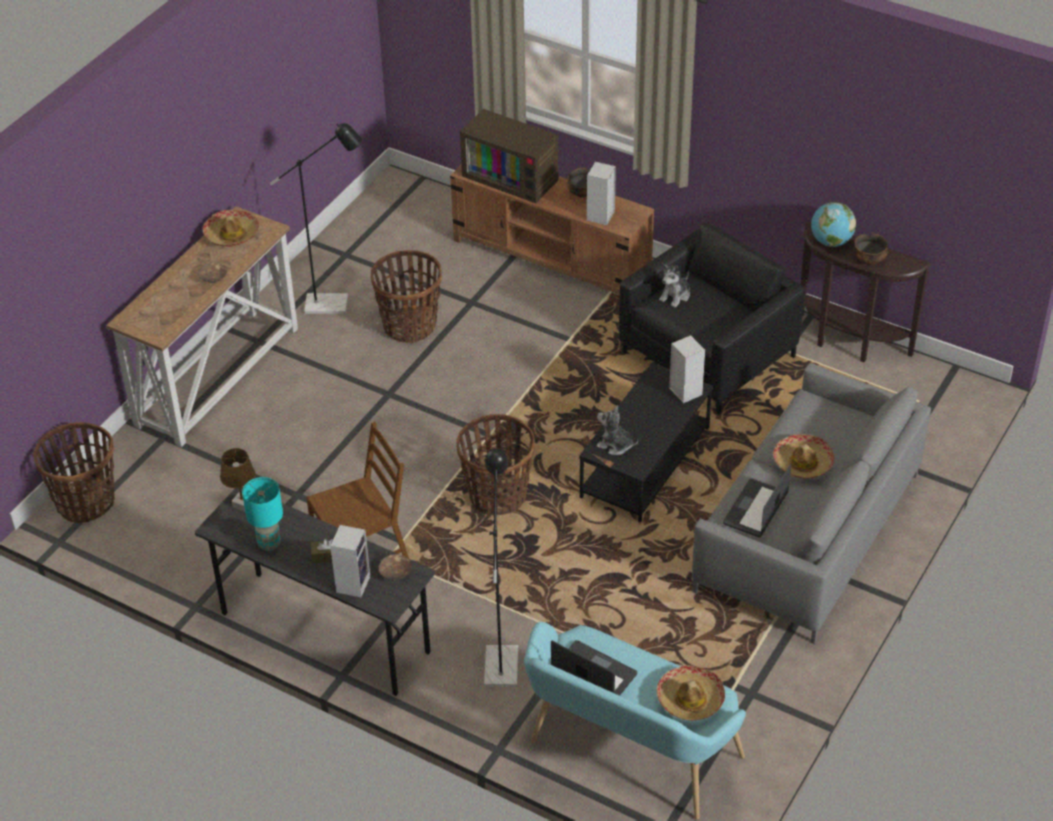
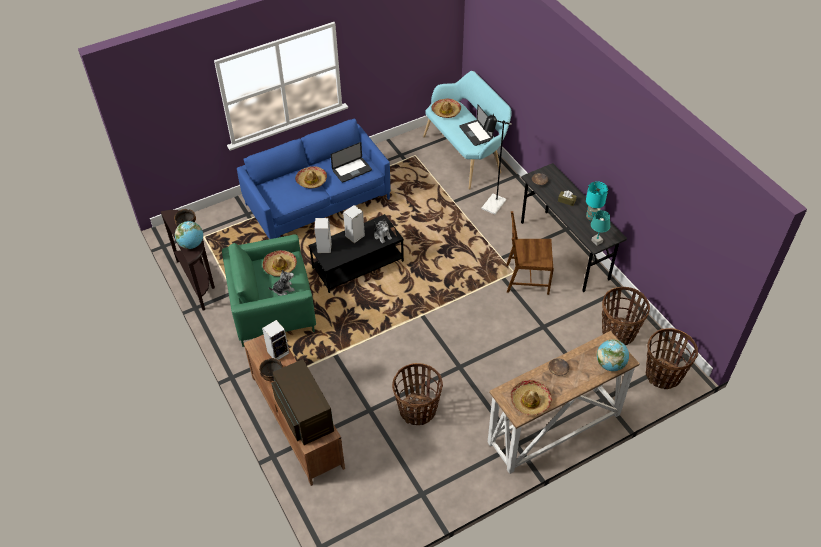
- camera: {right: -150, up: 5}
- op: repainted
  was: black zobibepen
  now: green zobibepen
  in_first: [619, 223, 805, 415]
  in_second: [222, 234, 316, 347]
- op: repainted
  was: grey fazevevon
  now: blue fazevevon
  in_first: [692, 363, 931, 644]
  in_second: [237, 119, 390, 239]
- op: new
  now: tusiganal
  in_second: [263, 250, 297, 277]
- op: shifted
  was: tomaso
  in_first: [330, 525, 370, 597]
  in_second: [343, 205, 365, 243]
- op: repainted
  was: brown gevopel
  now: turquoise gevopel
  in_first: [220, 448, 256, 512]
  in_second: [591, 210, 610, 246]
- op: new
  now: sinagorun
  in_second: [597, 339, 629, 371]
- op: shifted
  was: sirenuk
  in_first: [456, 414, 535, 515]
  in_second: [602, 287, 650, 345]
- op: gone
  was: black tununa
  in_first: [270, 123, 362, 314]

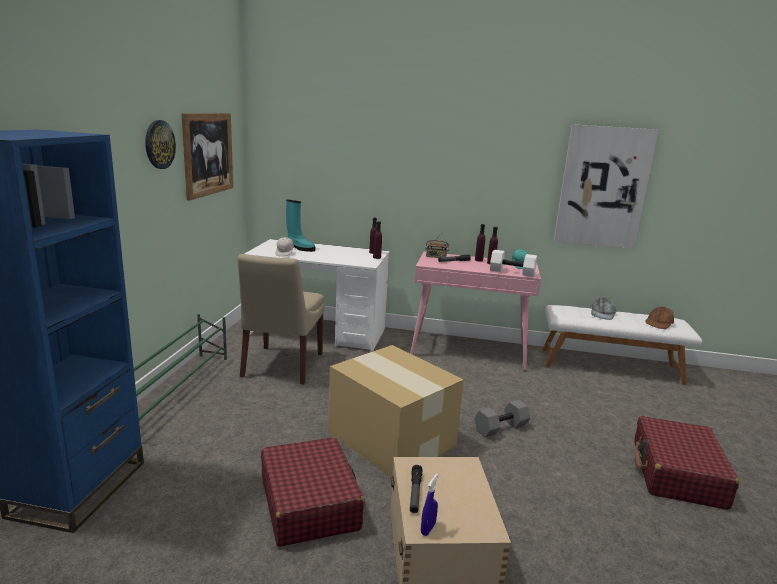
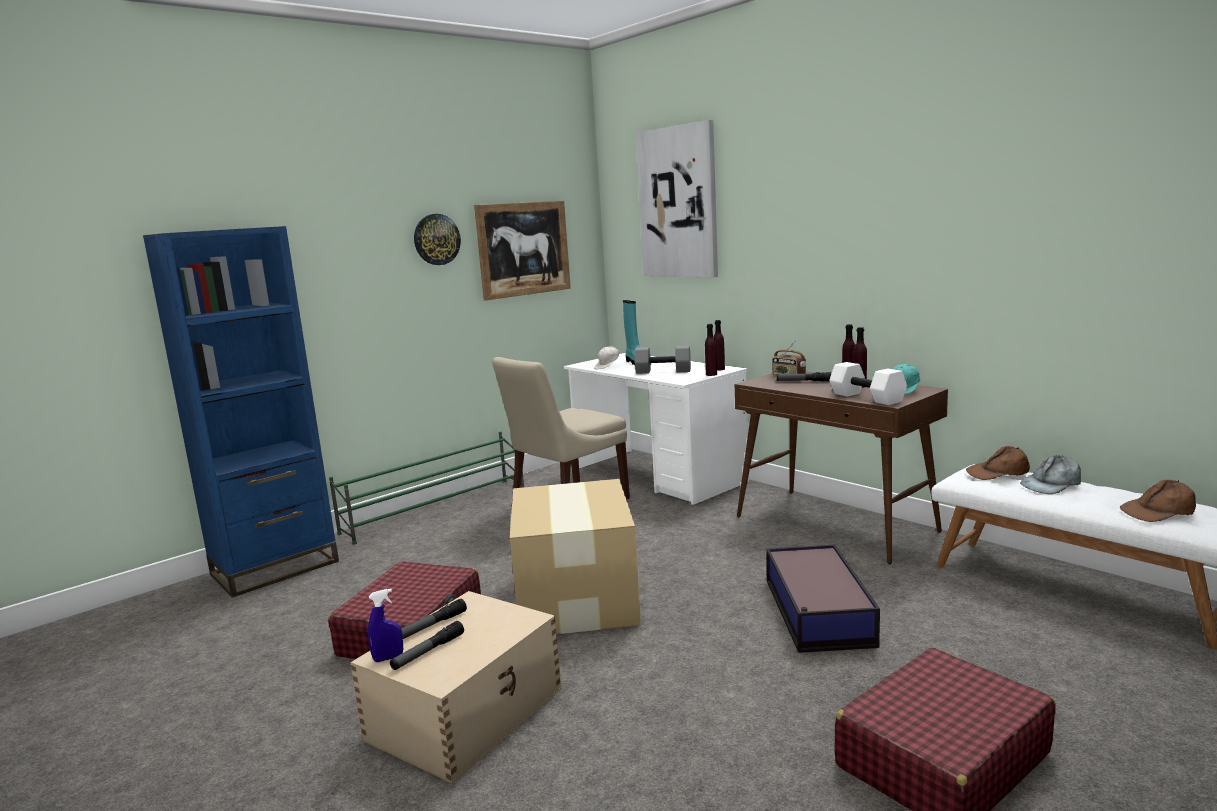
- camera: {right: 40, up: -5}
- op: new
  now: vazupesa
  in_second: [390, 621, 464, 670]
- op: shifted
  was: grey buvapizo
  in_first: [474, 400, 530, 438]
  in_second: [635, 345, 691, 374]
- op: shifted
  was: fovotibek
  in_first: [554, 124, 659, 249]
  in_second: [636, 120, 718, 277]
- op: repainted
  was: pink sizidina
  now: brown sizidina
  in_first: [410, 252, 541, 371]
  in_second: [734, 371, 948, 564]
- op: new
  now: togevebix
  in_second: [766, 544, 880, 653]
- op: new
  now: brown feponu
  in_second: [966, 446, 1030, 480]

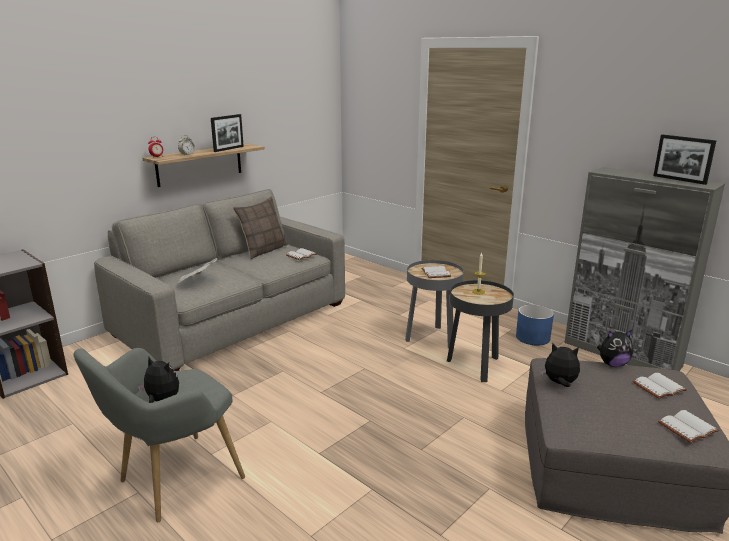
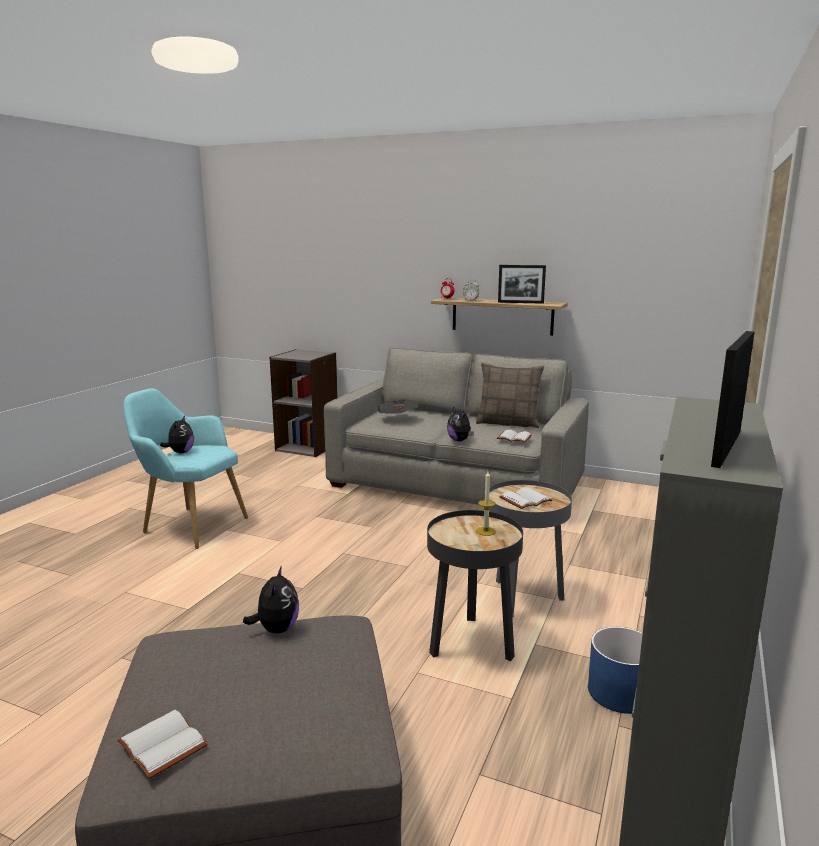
- camera: {right: 70, up: -5}
- op: repainted
  was: grey zobibepen
  now: turquoise zobibepen
  in_first: [74, 348, 245, 522]
  in_second: [123, 388, 248, 549]
- op: shifted
  was: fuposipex
  in_first: [597, 330, 633, 367]
  in_second: [447, 406, 474, 441]
- op: gone
  was: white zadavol
  in_first: [633, 373, 687, 399]

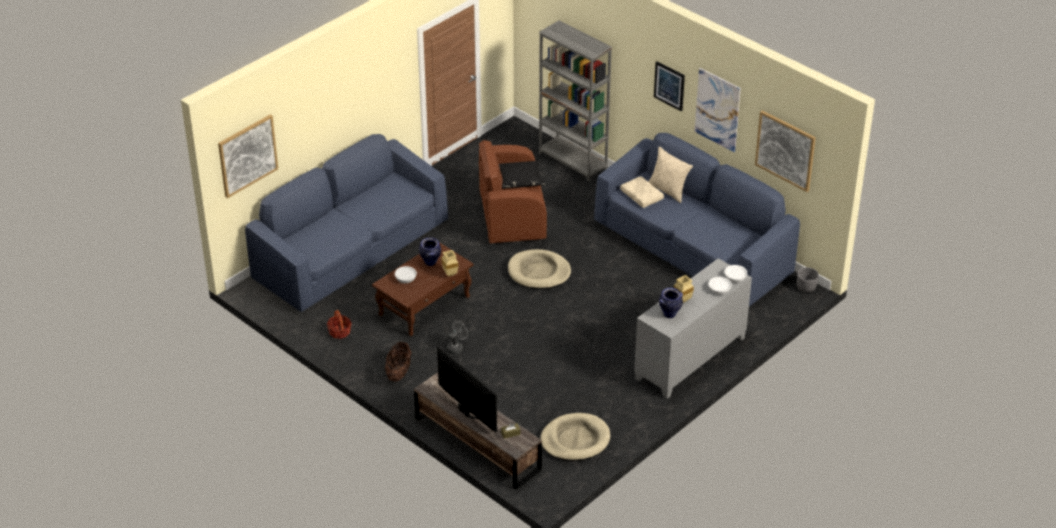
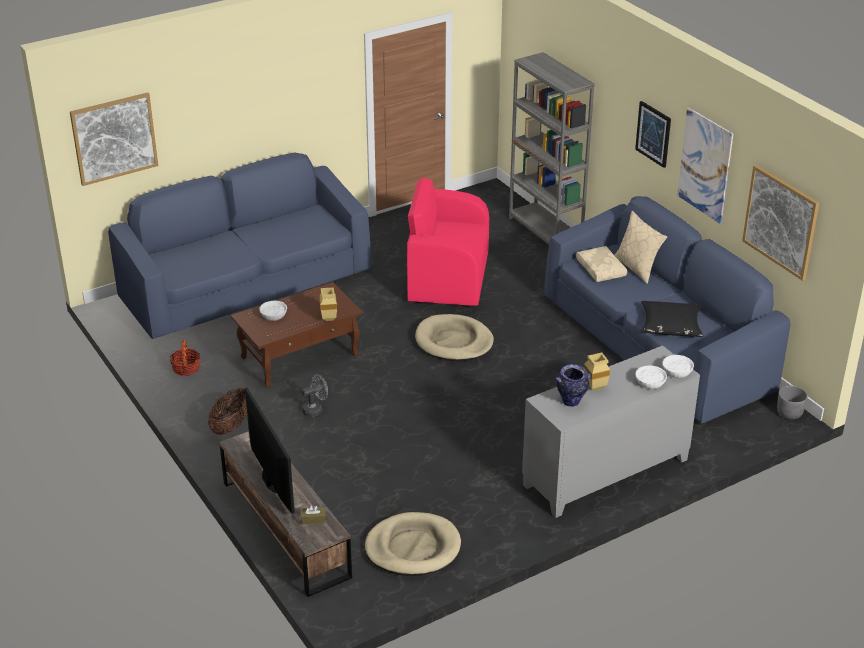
- camera: {right: 15, up: -5}
- op: repainted
  was: brown zobibepen
  now: pink zobibepen
  in_first: [478, 140, 547, 244]
  in_second: [407, 177, 489, 307]
- op: shifted
  was: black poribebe
  in_first: [499, 160, 546, 189]
  in_second: [641, 301, 703, 337]
- op: gone
  was: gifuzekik
  in_first: [419, 237, 441, 266]

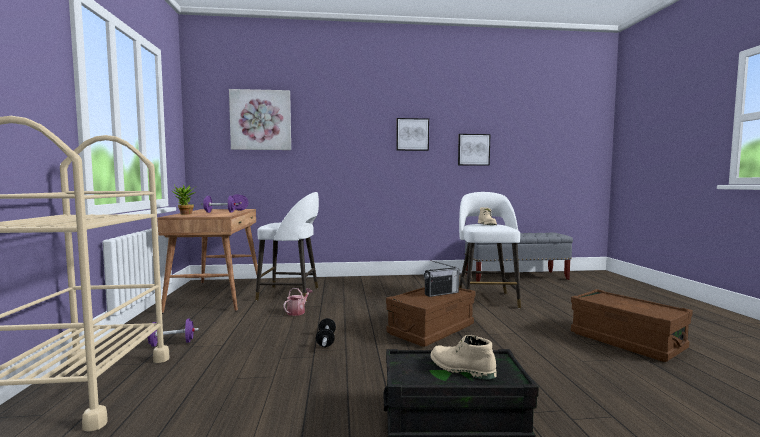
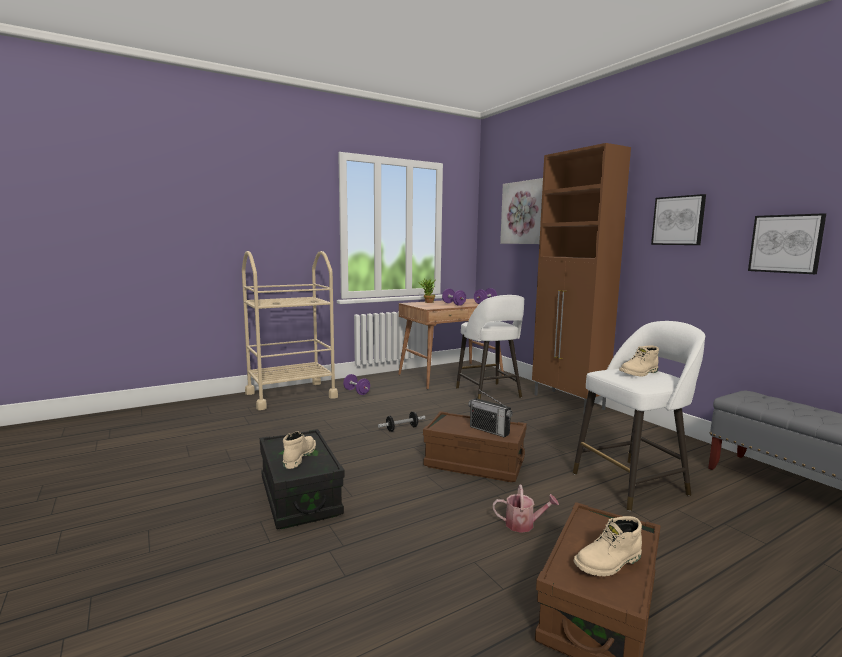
- camera: {right: 65, up: 5}
- op: shifted
  was: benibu
  in_first: [283, 288, 313, 316]
  in_second: [493, 485, 559, 533]
- op: new
  now: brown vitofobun
  in_second: [532, 143, 631, 414]
- op: new
  now: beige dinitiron
  in_second: [574, 516, 642, 576]

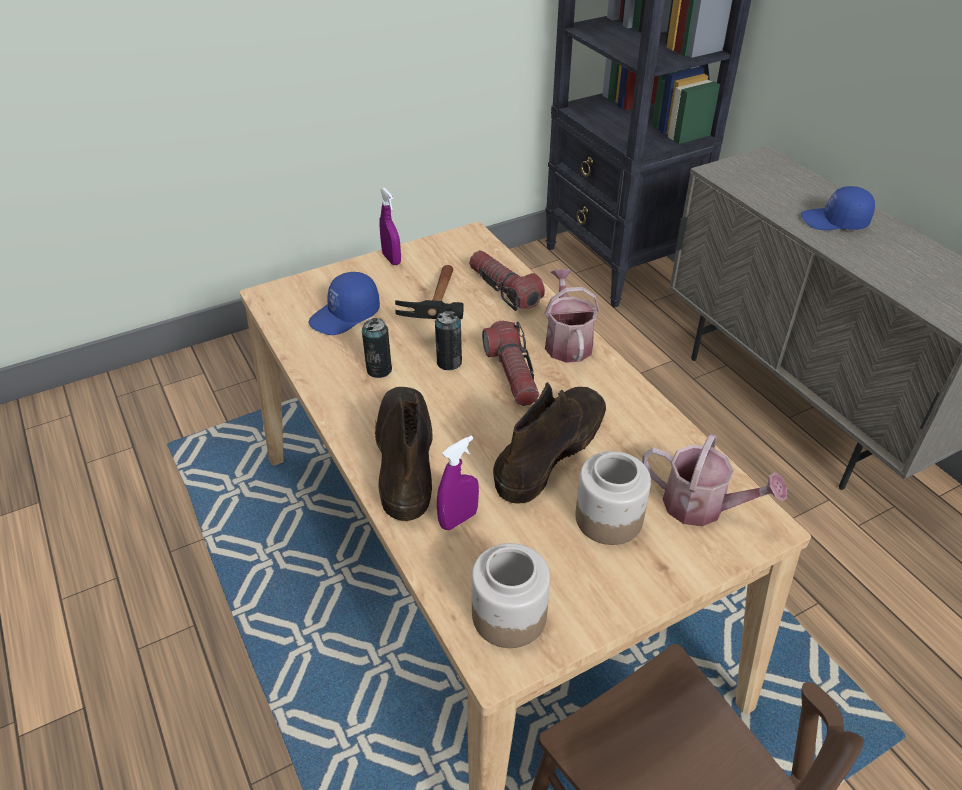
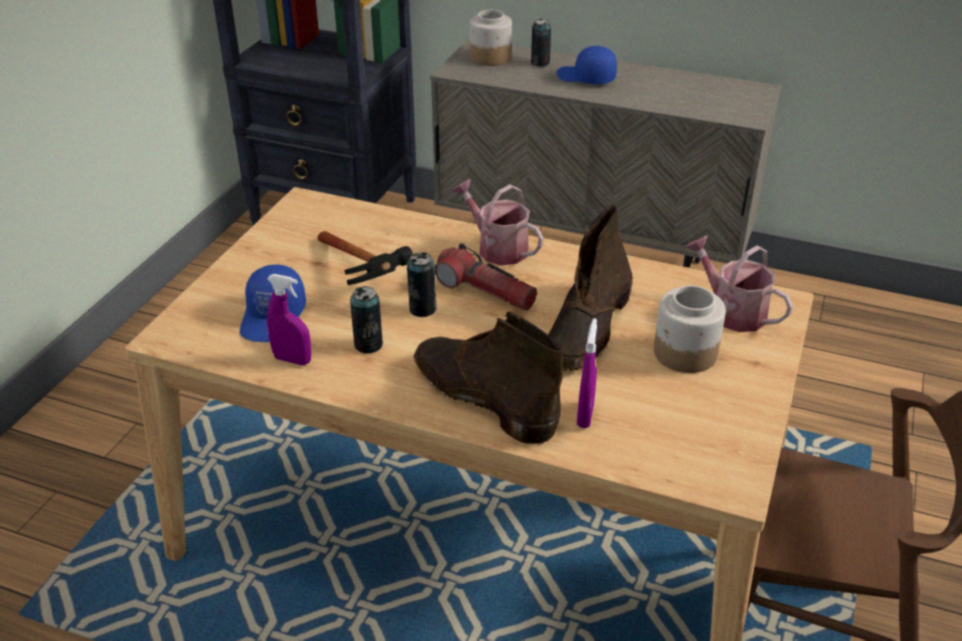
- camera: {right: -40, up: -5}
- op: shifted
  was: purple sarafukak
  in_first: [380, 188, 401, 265]
  in_second: [267, 274, 311, 365]
- op: shifted
  was: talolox
  in_first: [471, 543, 550, 648]
  in_second: [470, 10, 512, 66]
- op: new
  now: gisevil
  in_second: [531, 19, 551, 67]
- op: rotated
  was: brown dinitiron
  in_first: [493, 382, 606, 504]
  in_second: [548, 205, 633, 371]
  clockwise: -150
- op: rotated
  was: blue feponu
  in_first: [801, 186, 875, 230]
  in_second: [557, 46, 617, 84]
  clockwise: 60
- op: rotated
  was: benibu
  in_first: [642, 434, 787, 527]
  in_second: [685, 236, 793, 332]
  clockwise: -120
- op: gone
  was: vazupesa
  in_first: [469, 250, 545, 311]

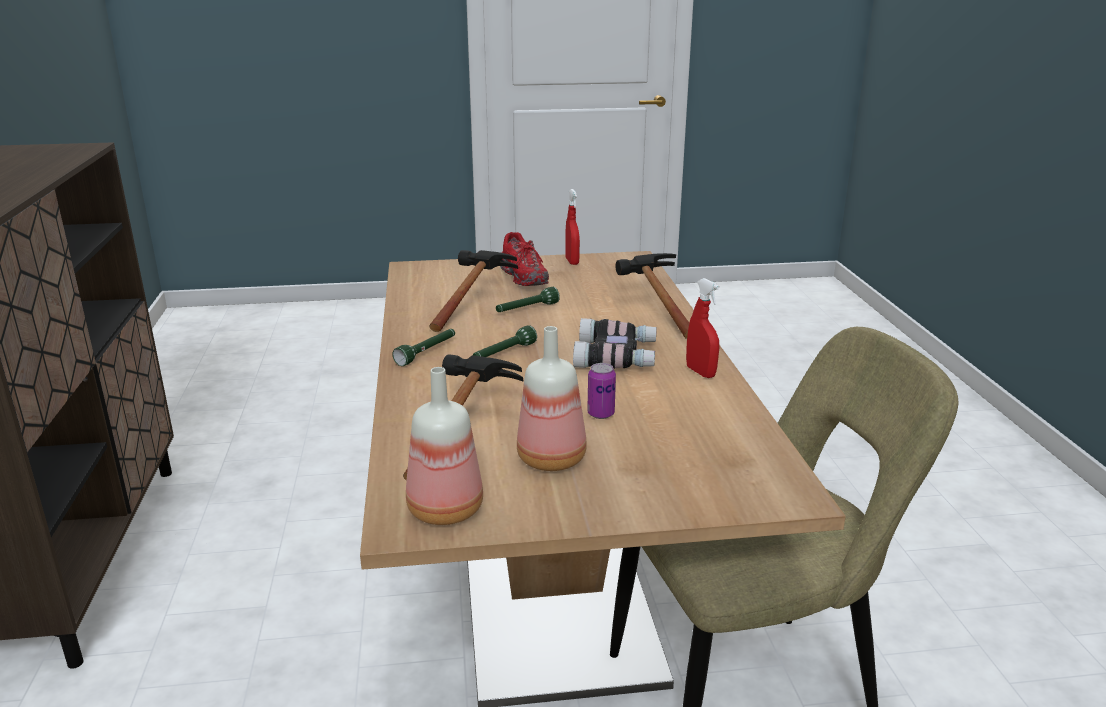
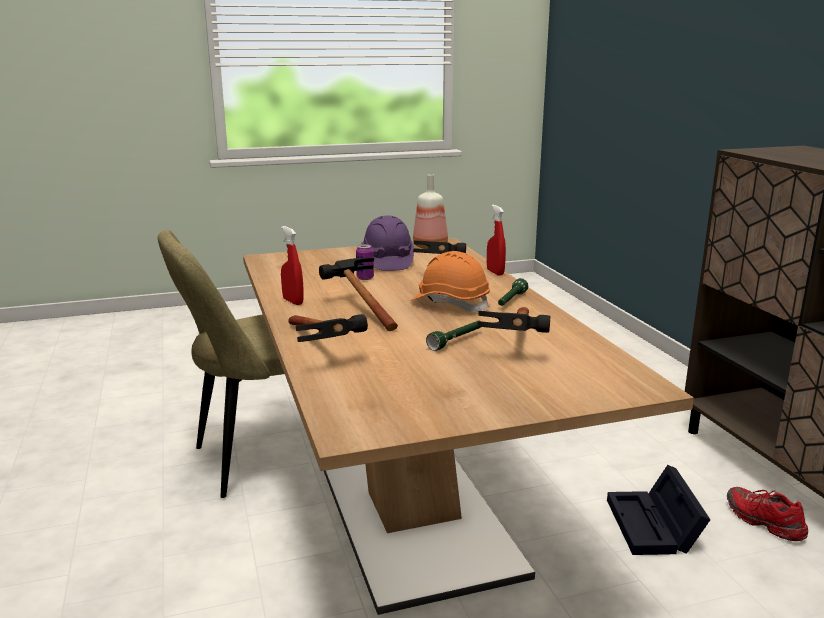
- camera: {right: 170, up: -5}
- op: swapped
  was: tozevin
  now: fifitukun
  in_first: [573, 318, 657, 369]
  in_second: [319, 257, 398, 331]
- op: swapped
  was: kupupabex
  now: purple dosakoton
  in_first: [517, 326, 587, 471]
  in_second: [362, 216, 414, 271]
- op: swapped
  was: green vazupesa
  now: orange dosakoton
  in_first: [473, 325, 537, 357]
  in_second: [411, 251, 490, 312]
- op: shifted
  was: red sarafukak
  in_first: [565, 189, 580, 265]
  in_second: [487, 205, 506, 276]
- op: new
  now: black togevebix
  in_second: [607, 465, 711, 555]
- op: shifted
  was: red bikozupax
  in_first: [500, 232, 549, 286]
  in_second: [727, 487, 808, 541]

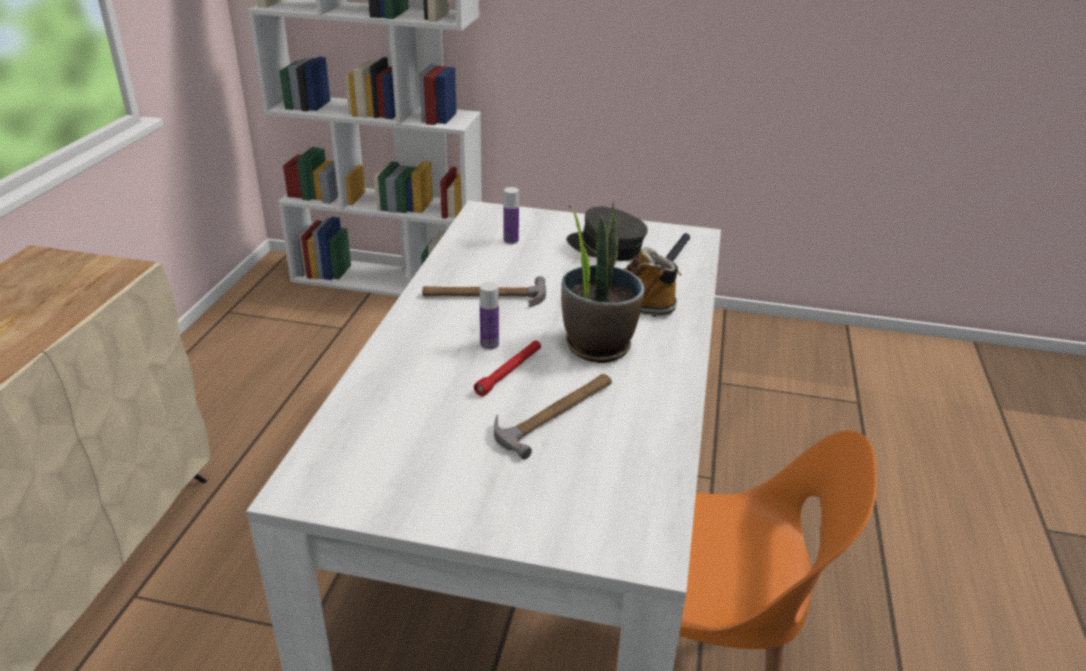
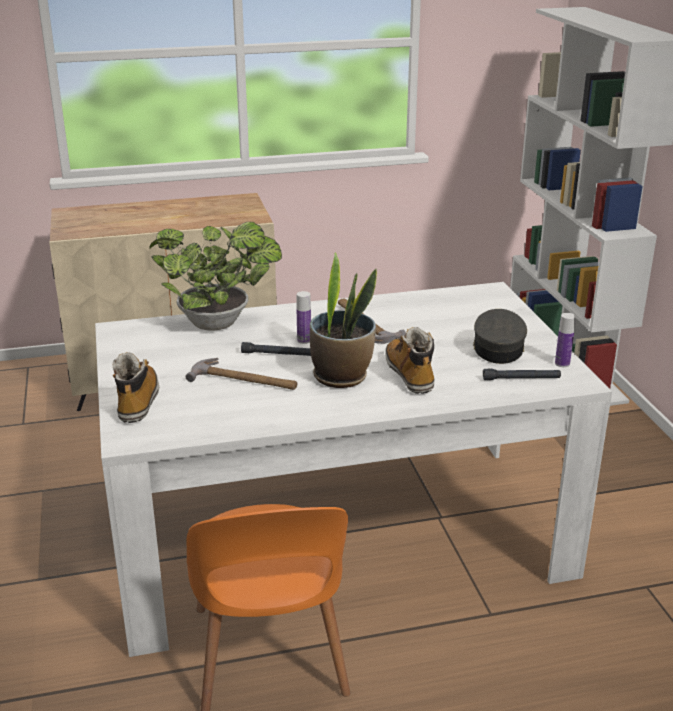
- camera: {right: 65, up: -5}
- op: new
  now: dinitiron
  in_second: [113, 352, 159, 423]
- op: new
  now: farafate
  in_second: [149, 222, 282, 331]
- op: repainted
  was: red vazupesa
  now: black vazupesa
  in_first: [474, 340, 541, 396]
  in_second: [241, 342, 311, 356]
- op: shifted
  was: kupupabex
  in_first: [503, 187, 519, 244]
  in_second: [555, 313, 576, 367]

